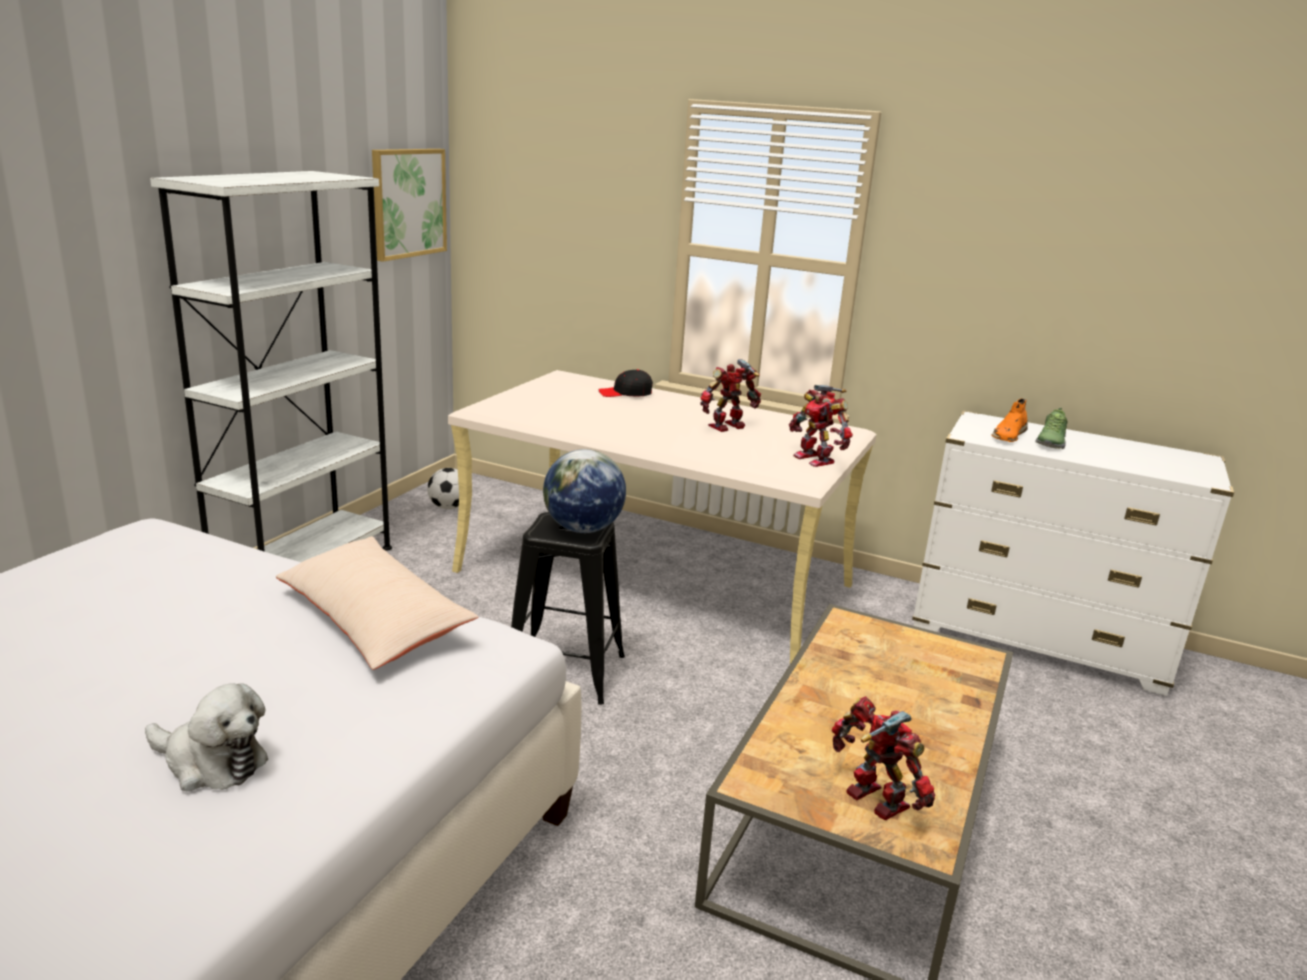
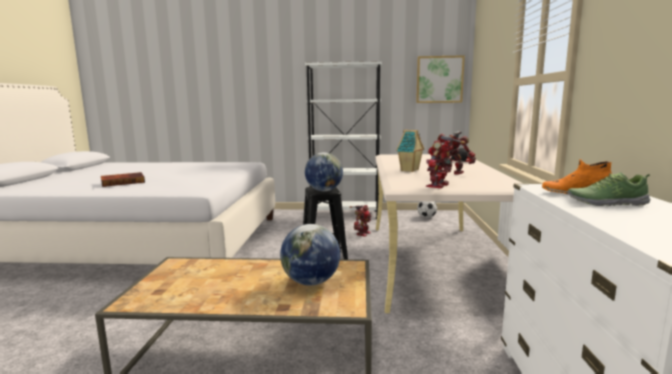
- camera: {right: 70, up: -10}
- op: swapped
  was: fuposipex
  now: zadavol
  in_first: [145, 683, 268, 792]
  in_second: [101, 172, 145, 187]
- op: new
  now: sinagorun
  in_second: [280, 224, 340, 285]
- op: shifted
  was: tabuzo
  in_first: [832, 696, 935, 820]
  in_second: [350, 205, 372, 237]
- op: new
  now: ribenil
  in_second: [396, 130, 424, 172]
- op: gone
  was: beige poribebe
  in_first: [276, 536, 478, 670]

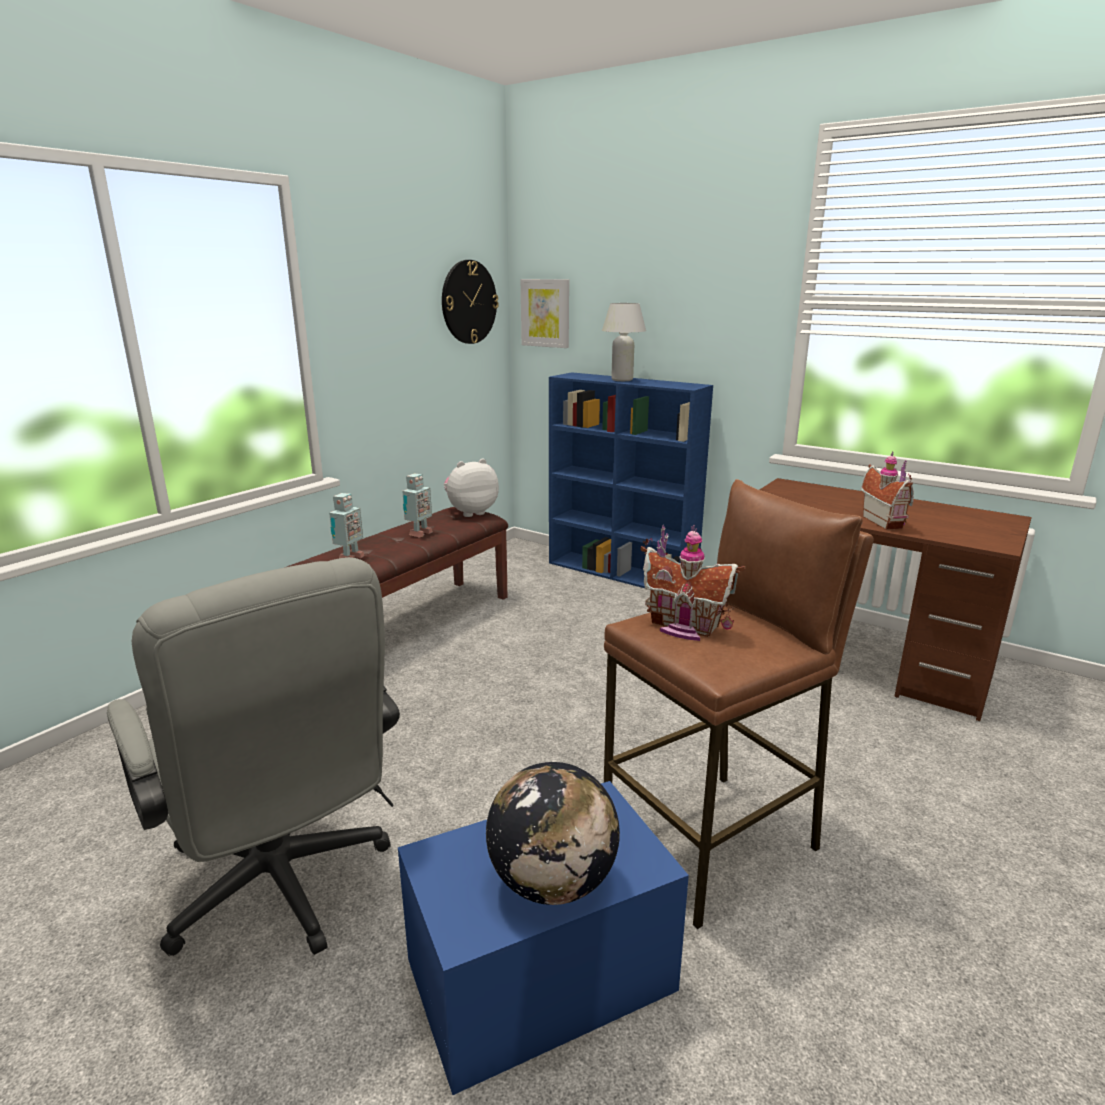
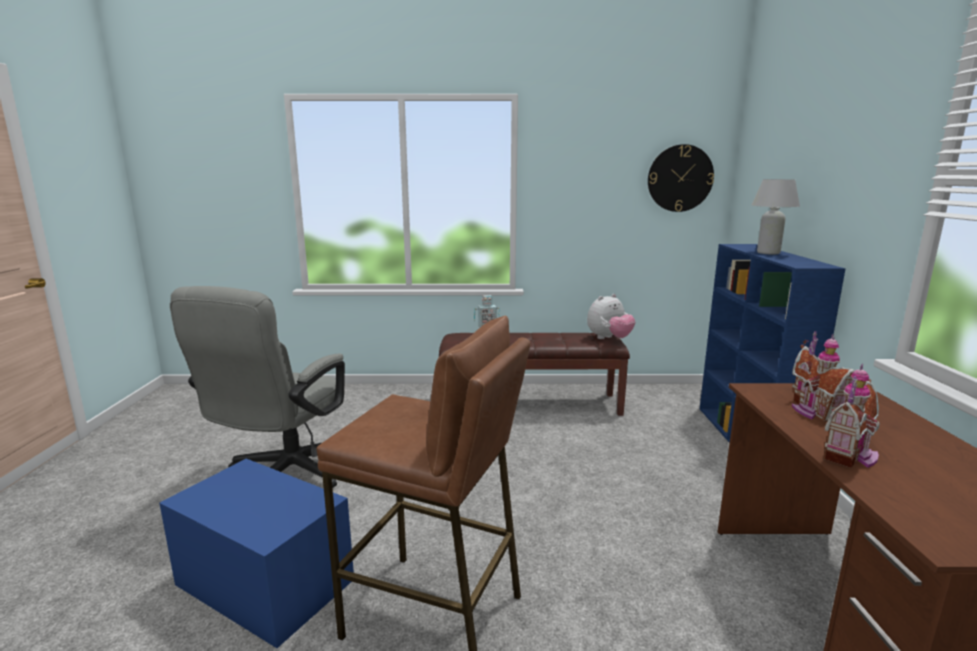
- camera: {right: 55, up: -5}
- op: rotated
  was: fuposipex
  in_first: [444, 459, 499, 517]
  in_second: [587, 294, 635, 339]
  clockwise: 120
- op: shifted
  was: ribenil
  in_first: [640, 525, 745, 641]
  in_second: [792, 331, 855, 421]
- op: gone
  was: tabuzo
  in_first: [402, 474, 433, 538]
- op: gone
  was: sinagorun
  in_first: [486, 762, 620, 905]
- op: gone
  was: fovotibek
  in_first: [521, 279, 569, 348]

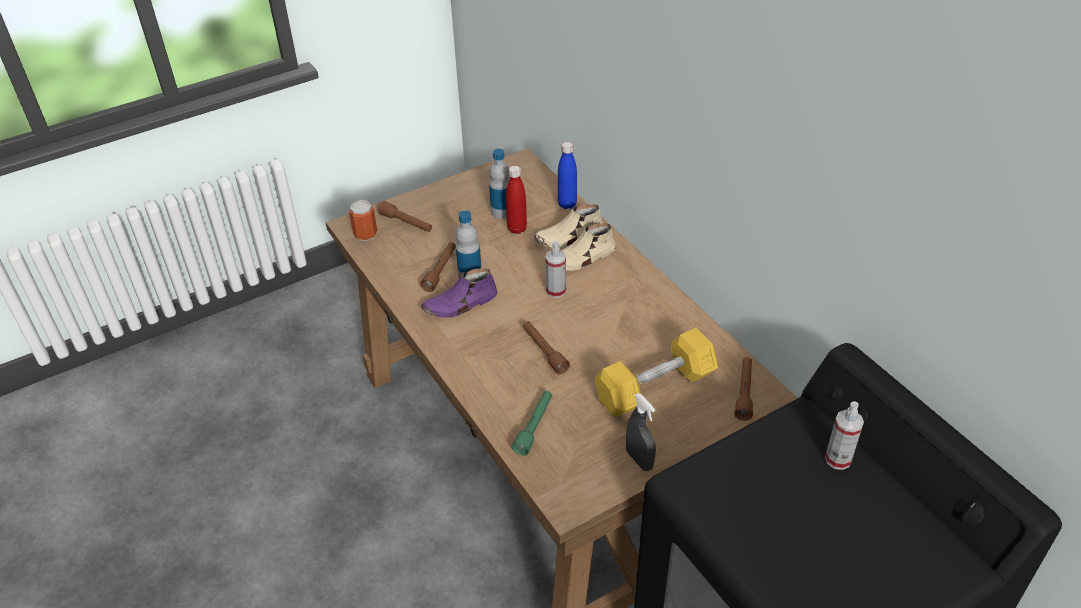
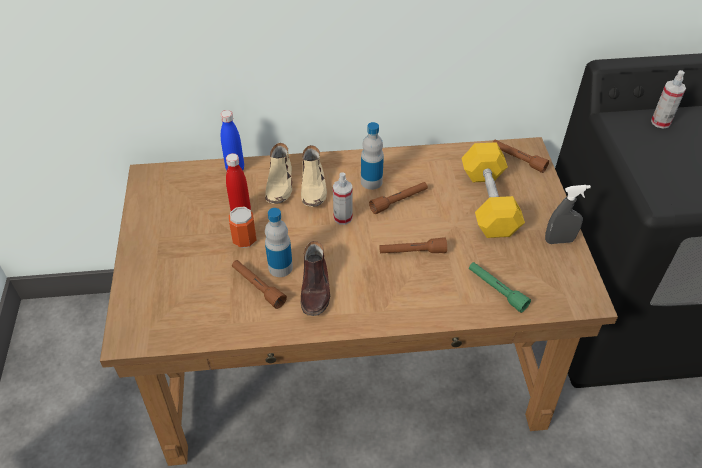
- camera: {right: -65, up: 5}
- op: shifted
  was: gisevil
  in_first: [349, 200, 377, 241]
  in_second: [229, 207, 257, 248]
- op: repainted
  was: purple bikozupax
  now: brown bikozupax
  in_first: [421, 268, 497, 318]
  in_second: [301, 241, 330, 316]
- op: shifted
  was: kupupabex
  in_first: [489, 149, 510, 219]
  in_second: [361, 122, 384, 190]
- op: shifted
  was: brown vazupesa
  in_first: [378, 201, 432, 232]
  in_second: [369, 182, 428, 214]

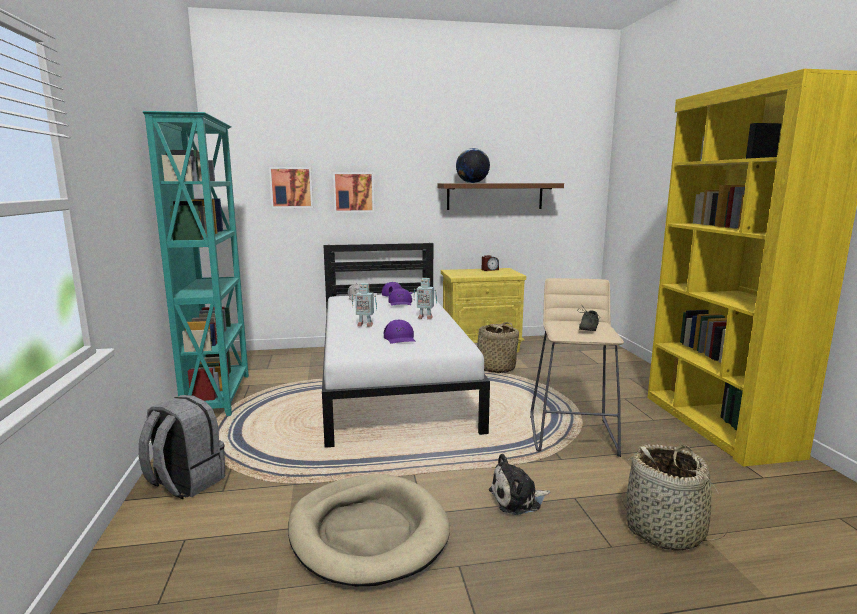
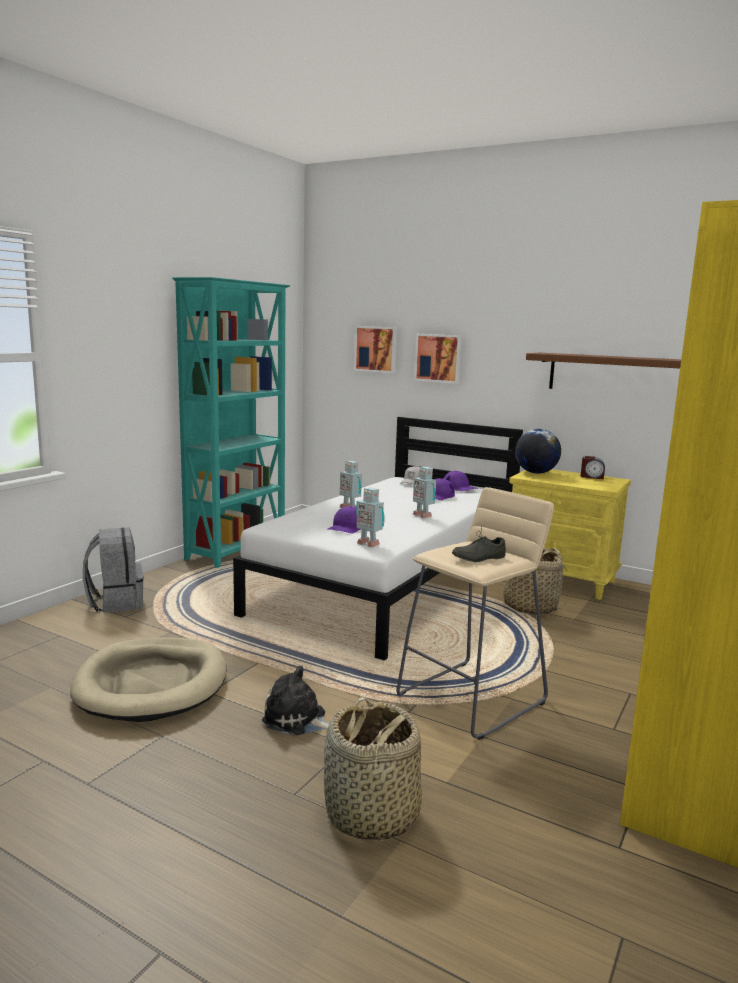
- camera: {right: 40, up: 0}
- op: new
  now: tabuzo
  in_second: [356, 487, 384, 547]
- op: shifted
  was: sinagorun
  in_first: [456, 148, 490, 183]
  in_second: [515, 429, 561, 474]

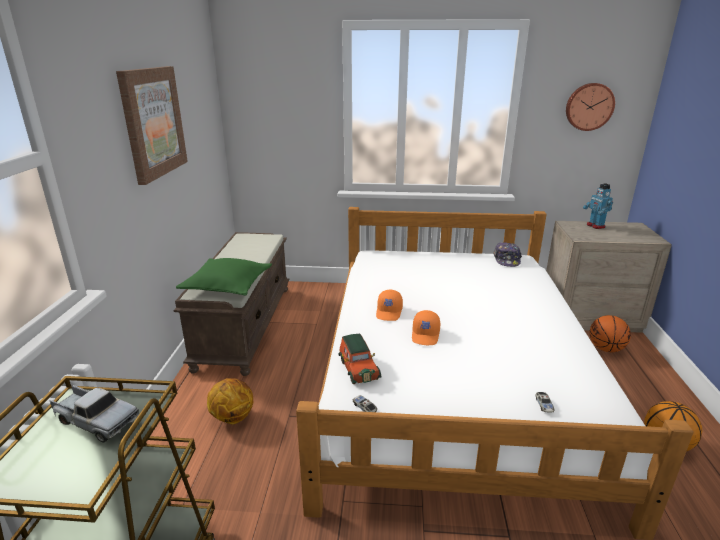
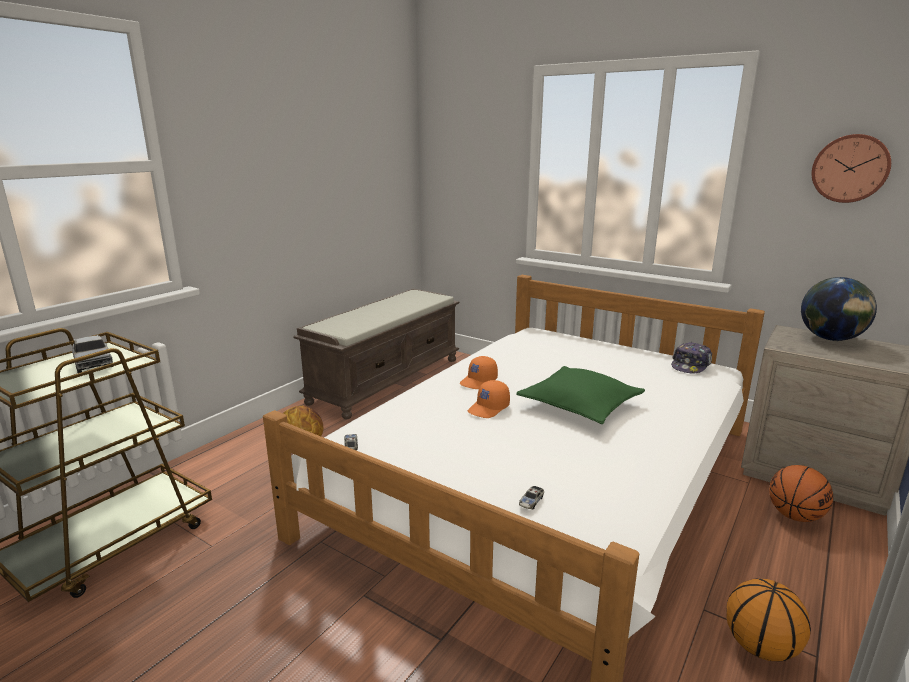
- camera: {right: 30, up: -5}
- op: shifted
  was: green poribebe
  in_first: [176, 258, 272, 295]
  in_second: [516, 366, 645, 424]
- op: swapped
  was: tabuzo
  now: sinagorun
  in_first: [583, 183, 613, 229]
  in_second: [801, 277, 877, 341]
- op: gone
  was: fovotibek
  in_first: [116, 66, 188, 185]
- op: gone
  was: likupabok
  in_first: [338, 333, 381, 384]

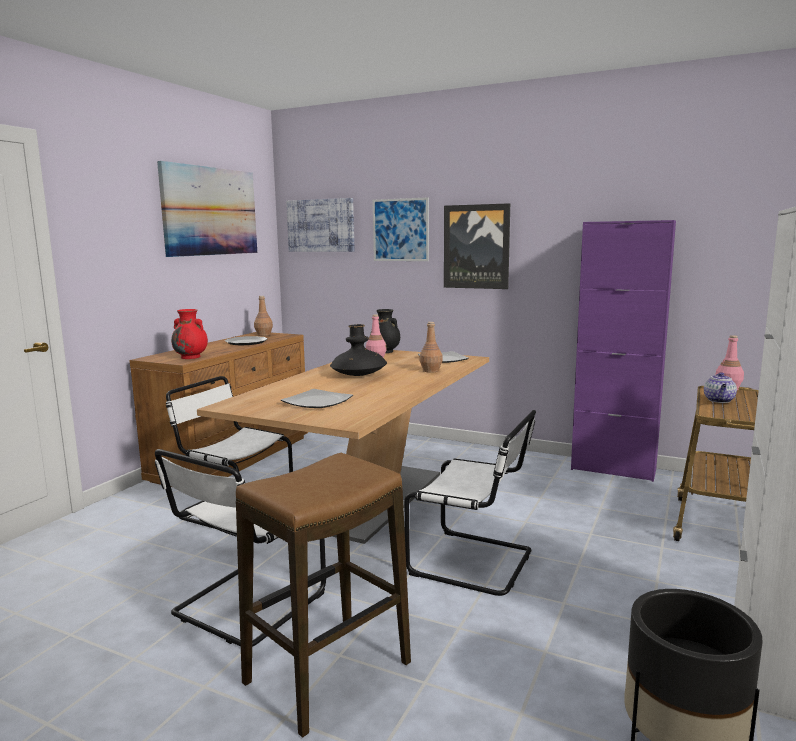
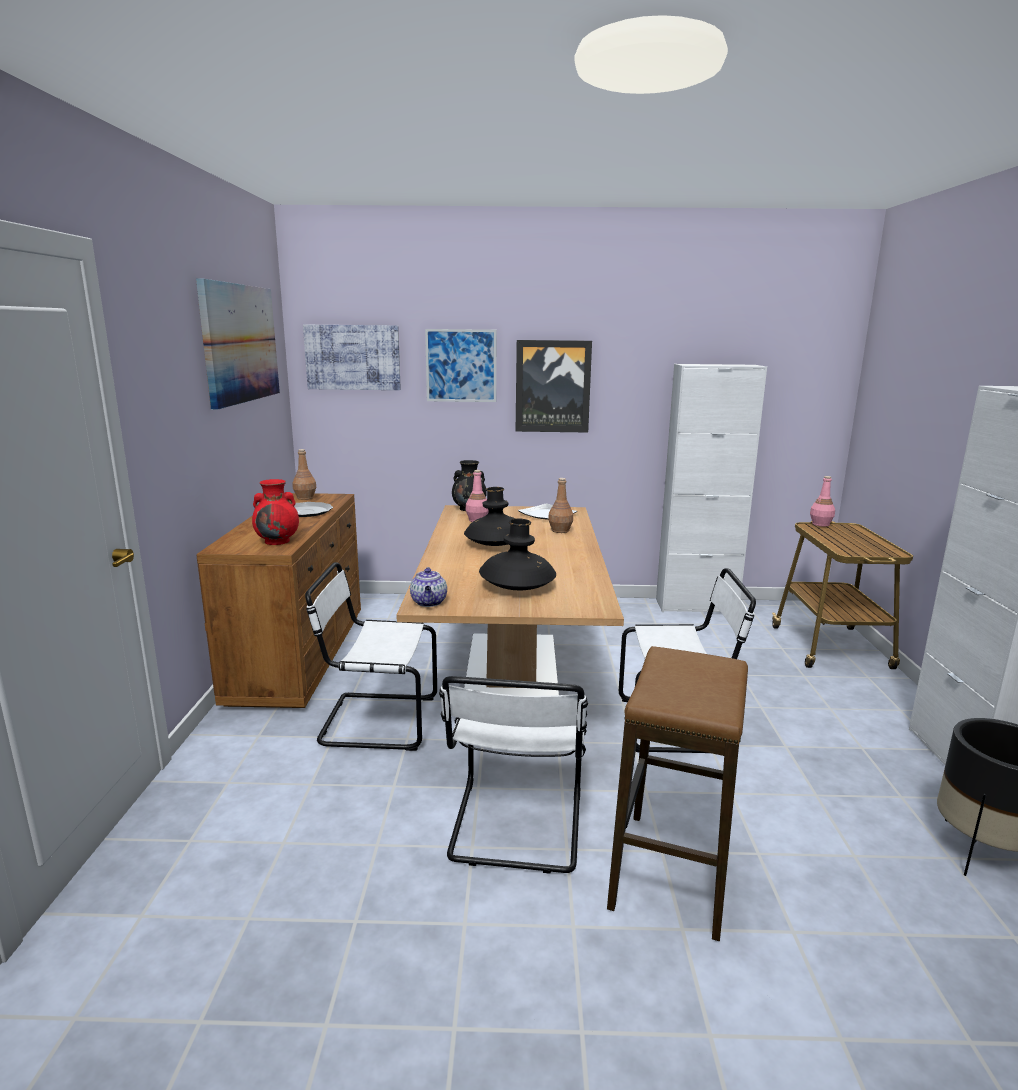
- camera: {right: -25, up: 5}
- op: shifted
  was: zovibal
  in_first: [704, 372, 737, 403]
  in_second: [410, 567, 447, 607]
- op: swapped
  was: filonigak
  now: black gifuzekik
  in_first: [281, 389, 353, 408]
  in_second: [479, 519, 556, 590]
- op: repainted
  was: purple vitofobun
  now: white vitofobun
  in_first: [571, 220, 676, 482]
  in_second: [656, 364, 767, 612]

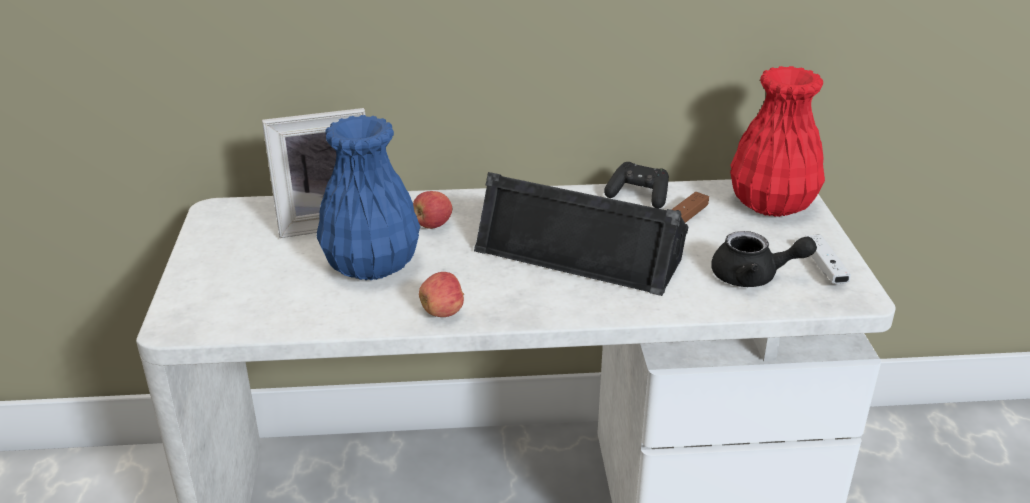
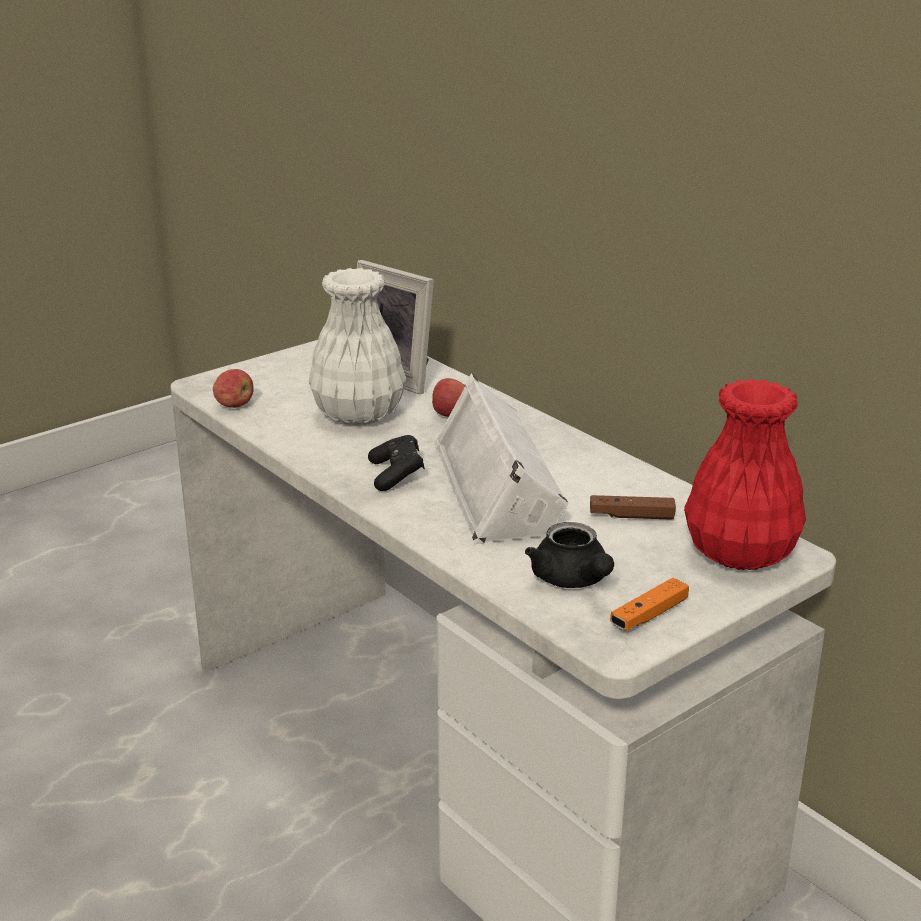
- camera: {right: 55, up: -5}
- op: shifted
  was: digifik
  in_first: [419, 272, 464, 317]
  in_second: [213, 369, 254, 408]
- op: repainted
  was: blue gifuzekik
  now: white gifuzekik
  in_first: [317, 115, 420, 280]
  in_second: [308, 268, 406, 426]
- op: shifted
  was: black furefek
  in_first: [604, 162, 669, 209]
  in_second: [368, 435, 425, 491]
- op: repainted
  was: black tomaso
  now: white tomaso
  in_first: [474, 172, 688, 296]
  in_second: [434, 373, 568, 544]
- op: repainted
  was: white furefek
  now: orange furefek
  in_first: [805, 234, 851, 284]
  in_second: [610, 578, 689, 631]

